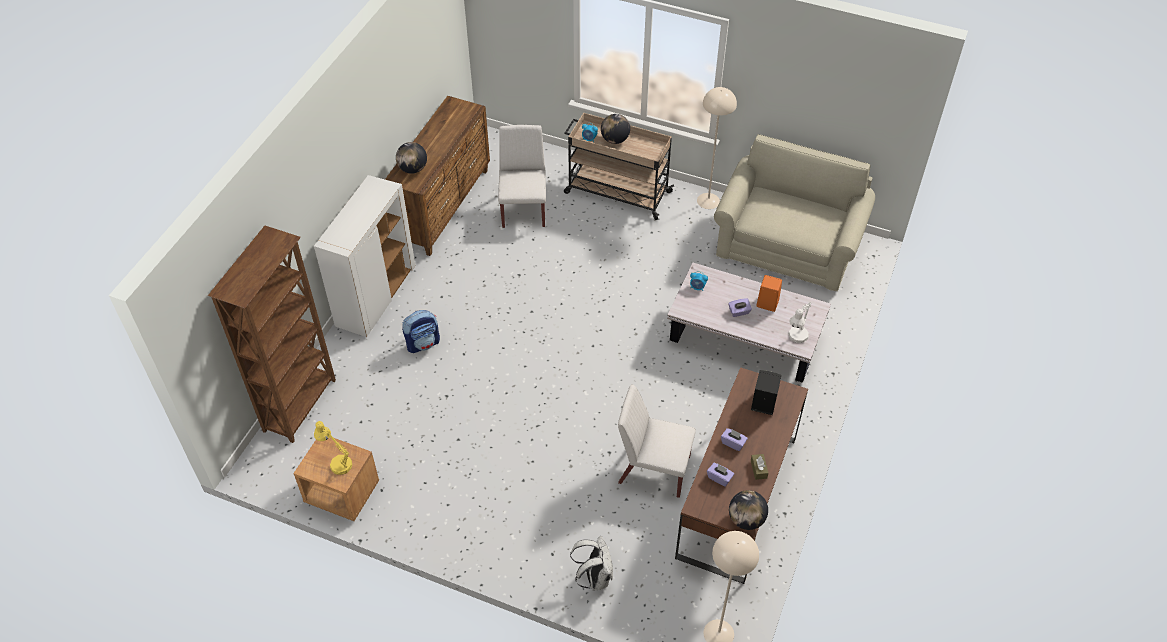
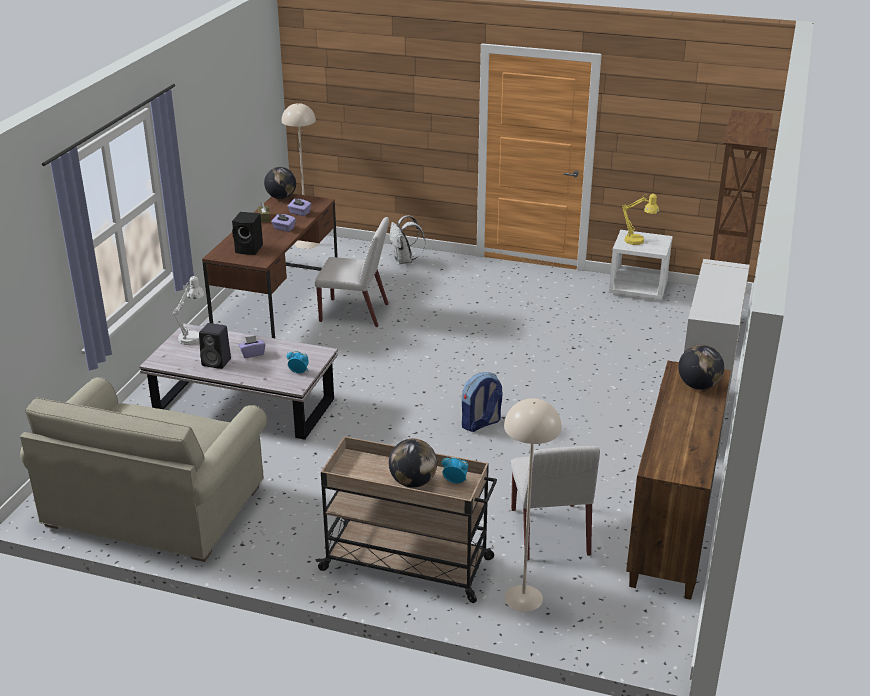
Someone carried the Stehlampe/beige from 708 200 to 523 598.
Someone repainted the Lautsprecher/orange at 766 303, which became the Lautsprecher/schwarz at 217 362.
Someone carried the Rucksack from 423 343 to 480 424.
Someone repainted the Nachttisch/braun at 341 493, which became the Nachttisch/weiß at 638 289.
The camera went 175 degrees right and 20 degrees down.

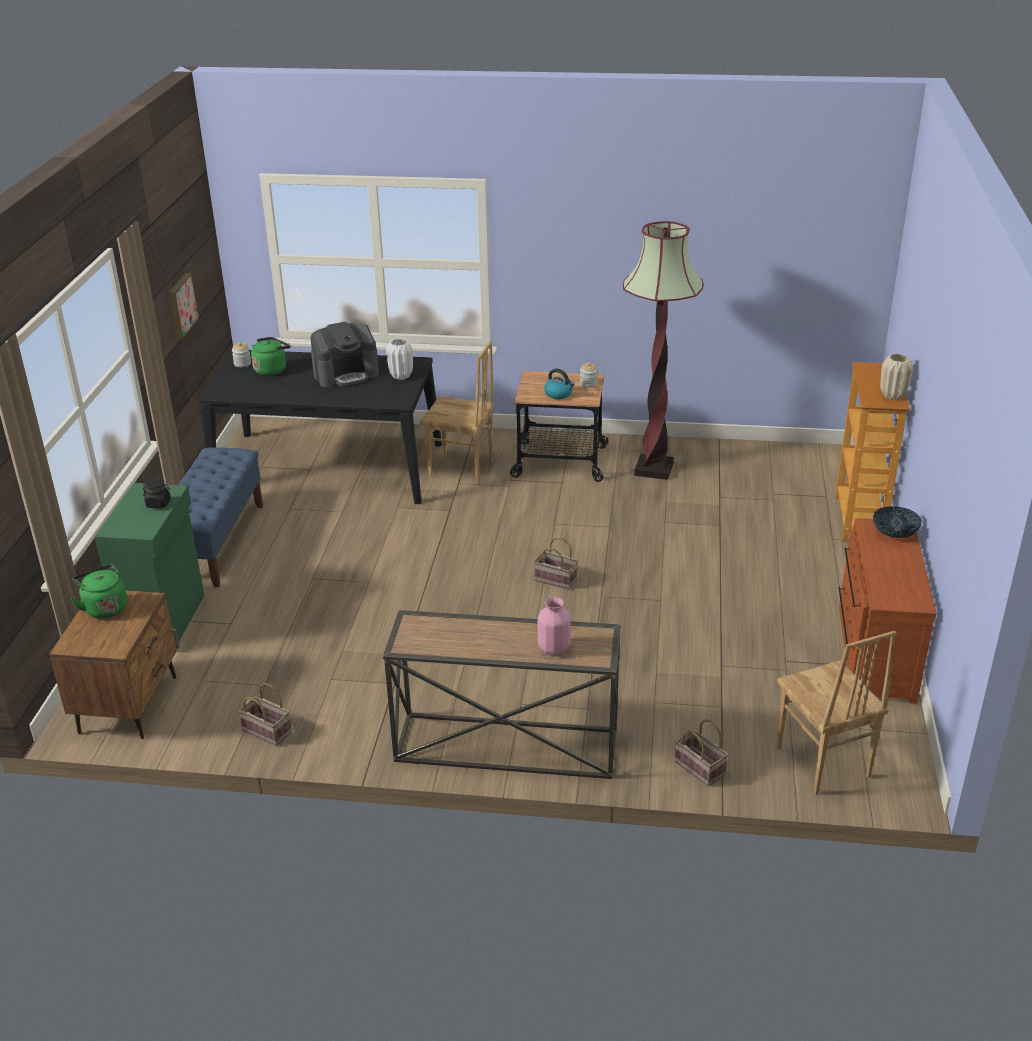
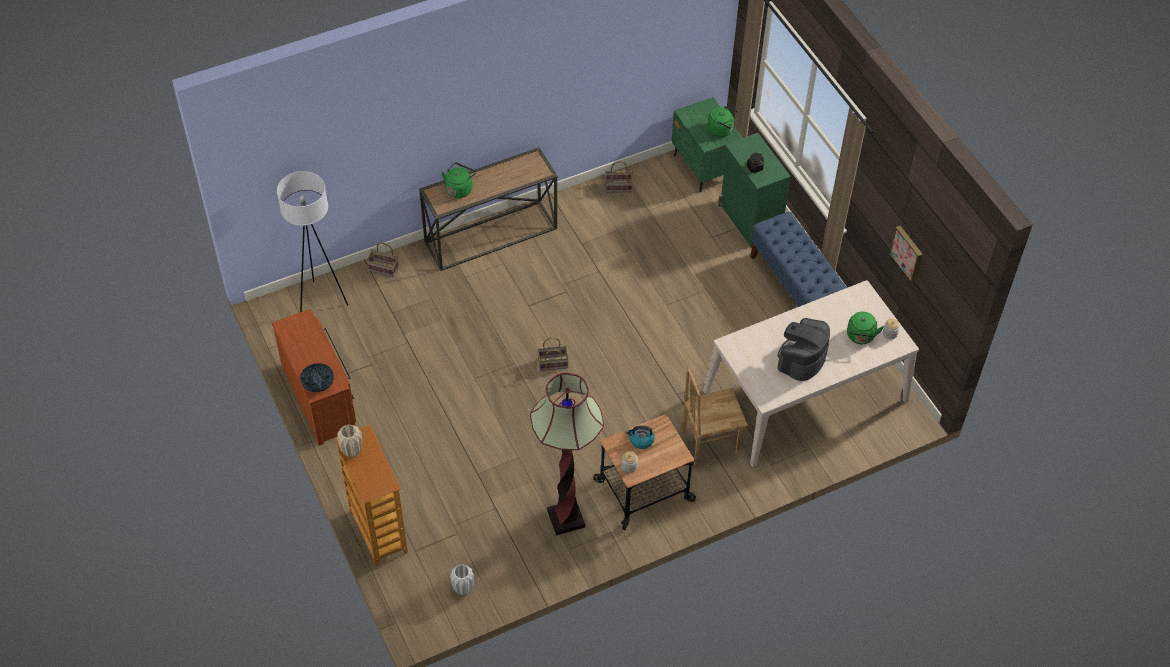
Someone carried the Vase/weiß from 401 376 to 463 588.
Someone repainted the Esstisch/schwarz at 328 467, which became the Esstisch/beige at 805 395.
Someone repainted the Nachttisch/braun at 129 704, which became the Nachttisch/grün at 704 168.
Someone swapped the Vase/rosa at 553 648 for the Wasserkessel/grün at 459 189.
Someone swapped the Stuhl/braun at 821 763 for the Stehlampe/weiß at 321 301.
The camera went 145 degrees right and 20 degrees up.

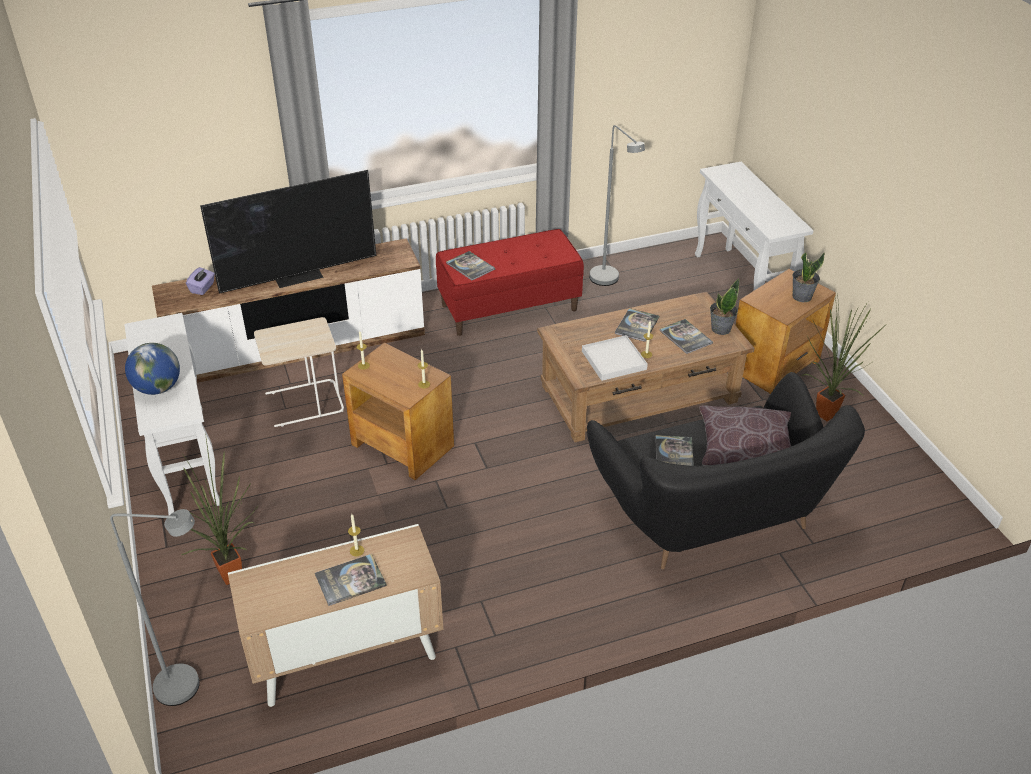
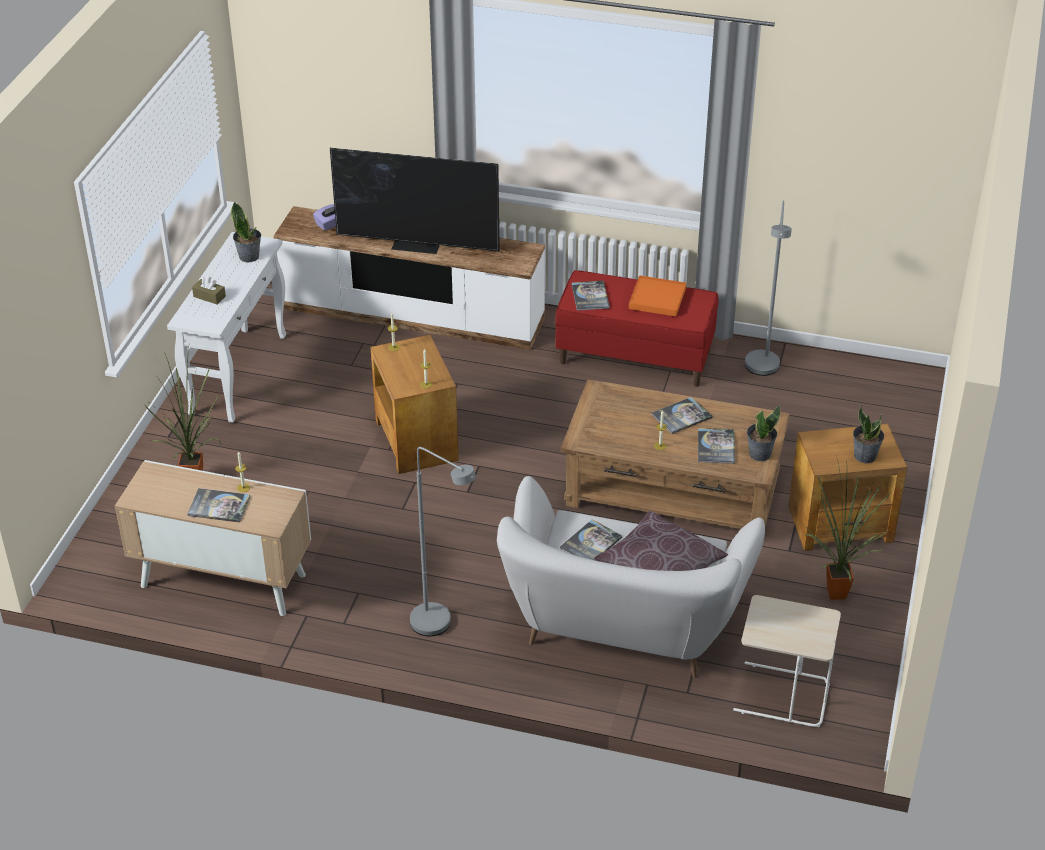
Someone took away the Konsolentisch/weiß at 741 284.
Someone carried the Beistelltisch/beige from 304 404 to 780 696.
Someone took away the Tablett/weiß at 614 360.
Someone swapped the Globus at 158 388 for the Taschentuchbox/braun at 209 296.
Someone repainted the Sofa/schwarz at 713 515, which became the Sofa/weiß at 622 625.
Someone carried the Stehlampe/grau from 190 685 to 440 626.
Someone put down the Topfpflanze at 249 256.
Someone put down the Tablett/orange at 657 298.
The camera went 35 degrees right and 0 degrees up.

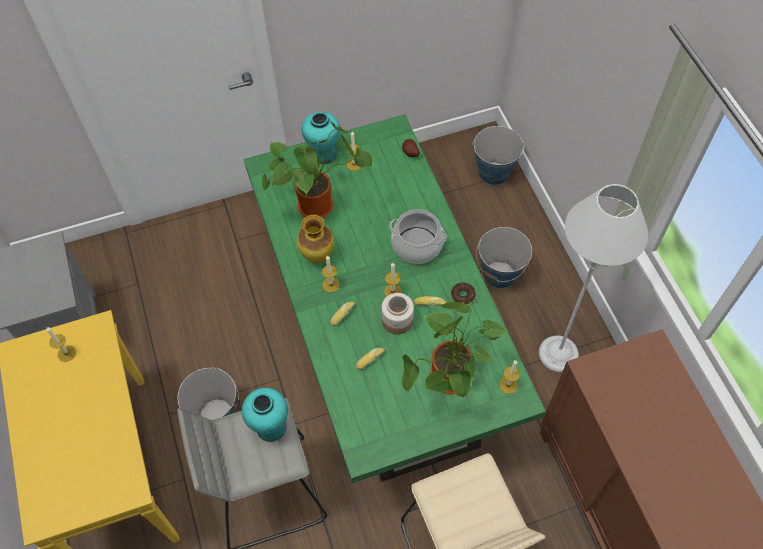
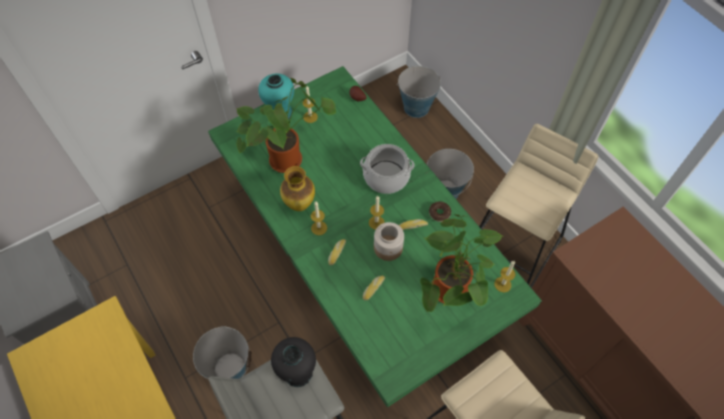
Someone swapped the Stehlampe/grau at 558 353 for the Hocker/beige at 512 247.
Someone took away the Kerze at 66 353.
Someone repainted the Vase/türkis at 271 427, which became the Vase/schwarz at 298 373.
The camera went 15 degrees left and 0 degrees up.

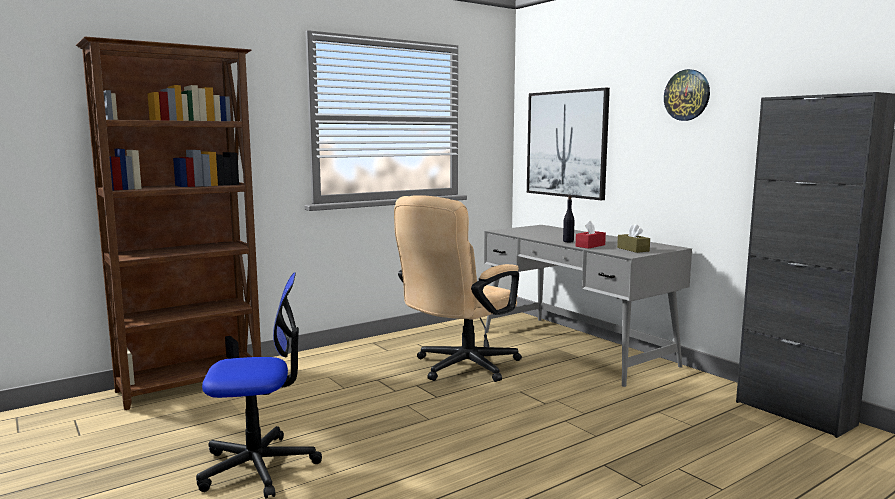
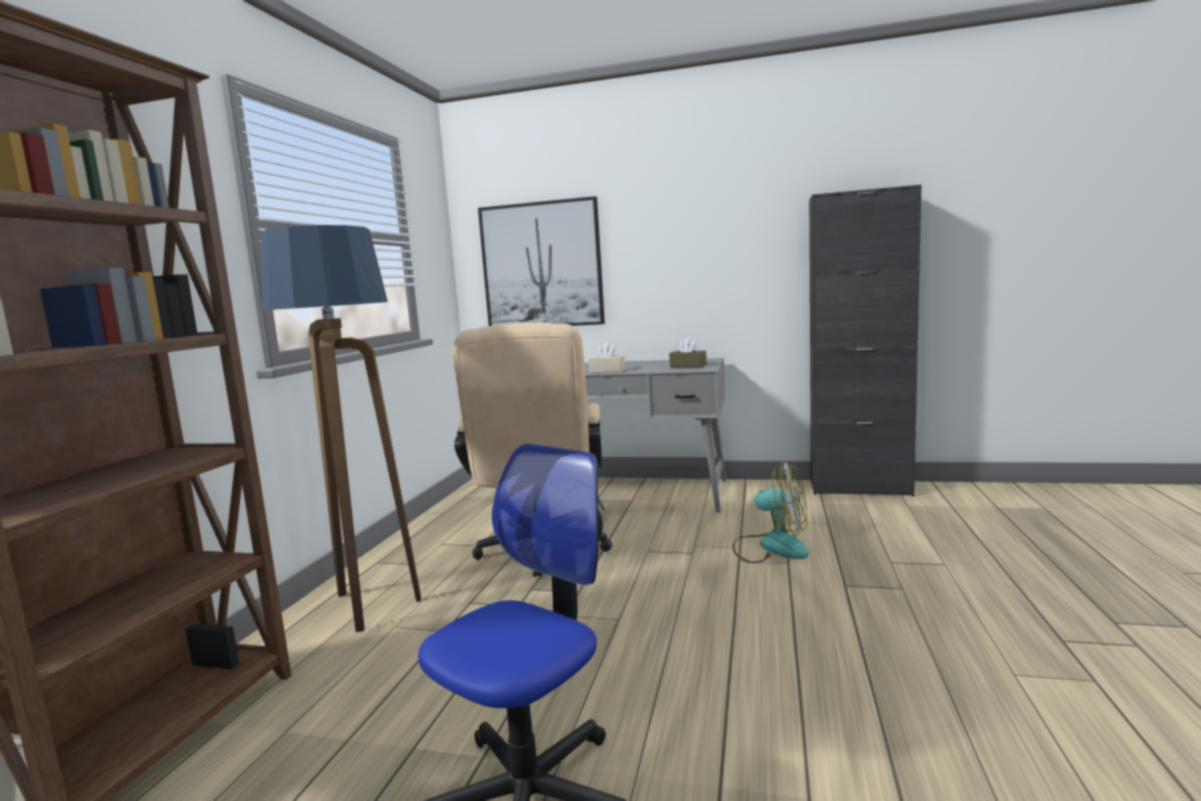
Someone took away the Wanduhr at 687 95.
Someone swapped the Flasche/schwarz at 568 241 for the Taschentuchbox/beige at 607 370.
Someone took away the Taschentuchbox/rot at 590 245.
Someone put down the Stehlampe at 367 605.
Someone put down the Ventilator at 771 547.
The camera went 40 degrees left and 0 degrees up.

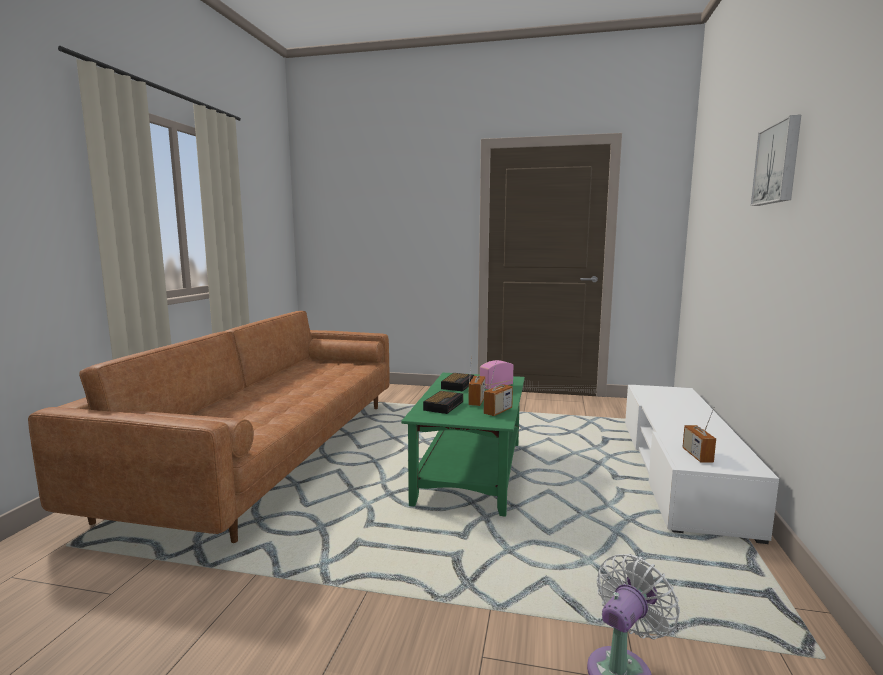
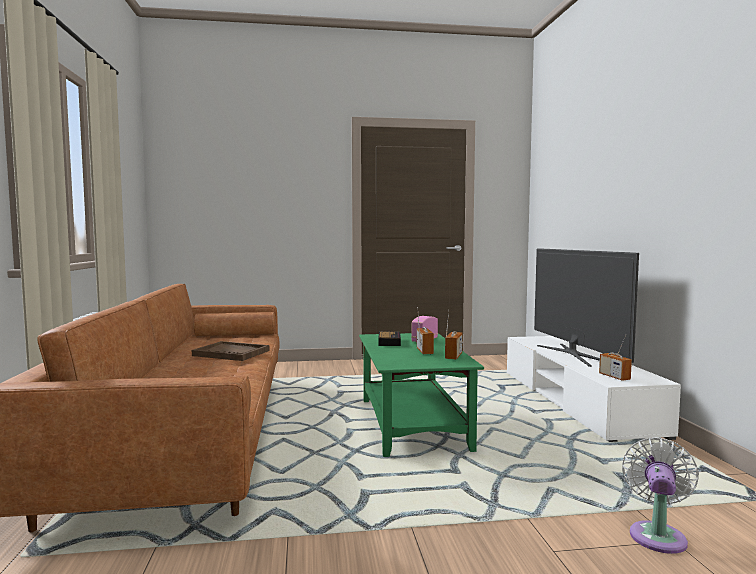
Someone took away the Bild at 778 164.
Someone took away the Wecker at 444 405.
Someone put down the Fernseher at 575 354.
Someone put down the Tablett/braun at 231 353.
The camera went 20 degrees left and 5 degrees down.

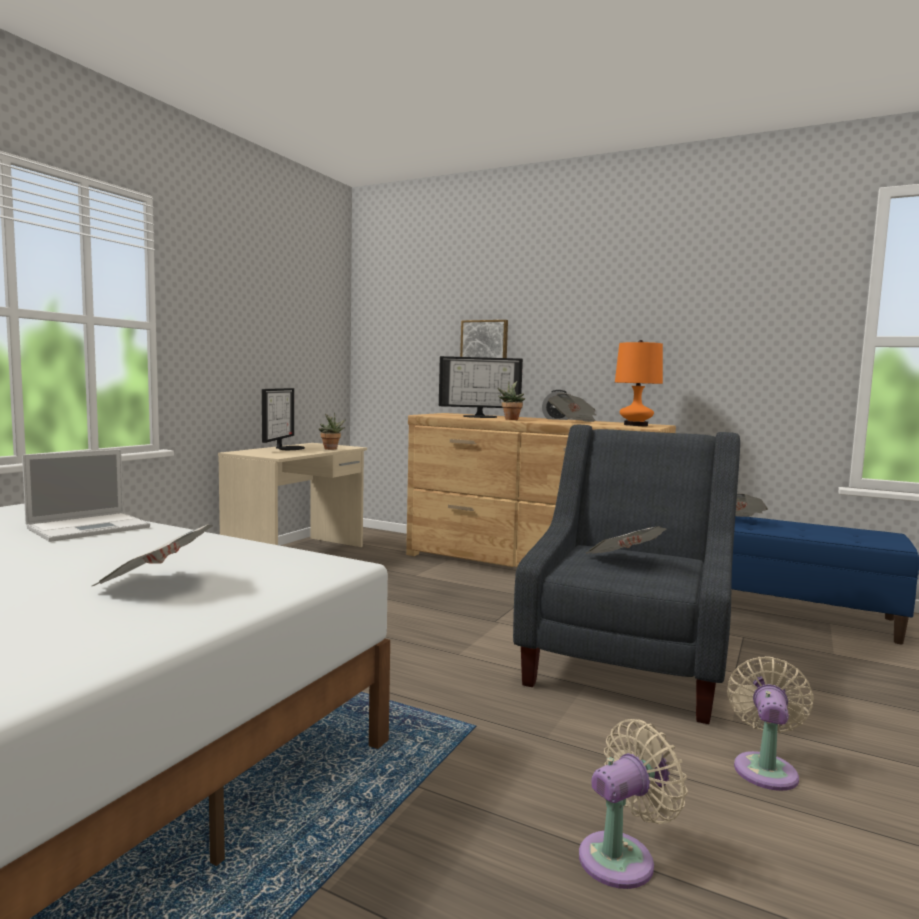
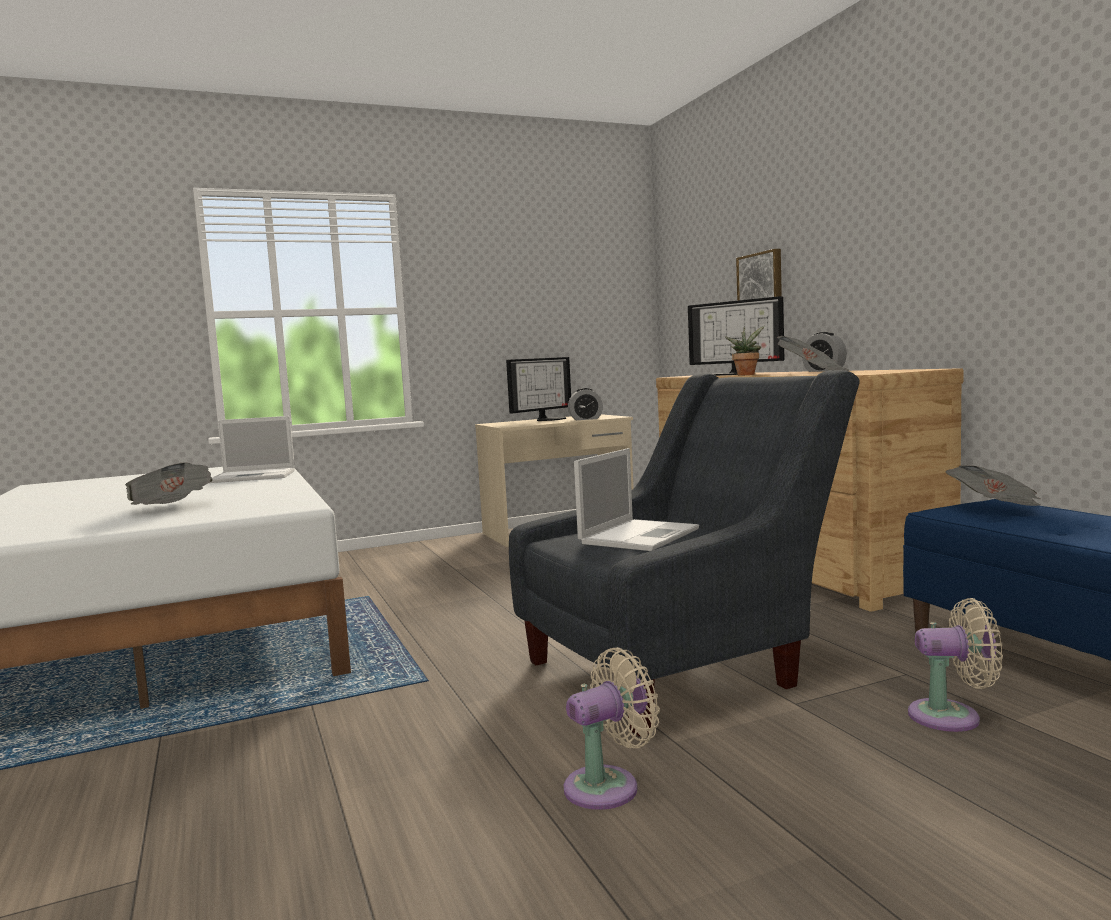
Someone took away the Tischlampe/orange at 635 425.
Someone swapped the Topfpflanze at 331 449 for the Wecker at 585 419.
Someone swapped the Zeitung at 623 561 for the Laptop at 640 535.
Someone carried the Ventilator/beige from 622 857 to 952 716.
The camera went 40 degrees right and 0 degrees up.

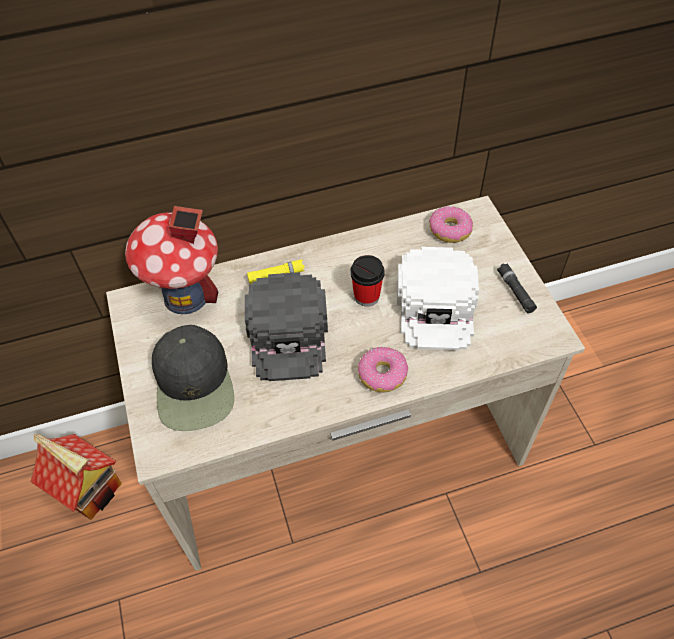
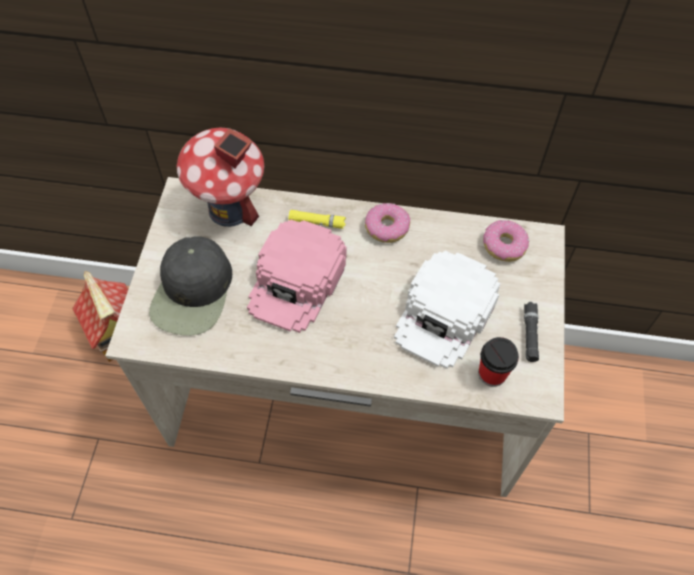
Someone carried the Tasse from 366 296 to 492 374.
Someone repainted the Kappe/schwarz at 288 333, which became the Kappe/rosa at 297 281.
Someone carried the Donut from 382 374 to 386 228.
The camera went 25 degrees right and 5 degrees up.

